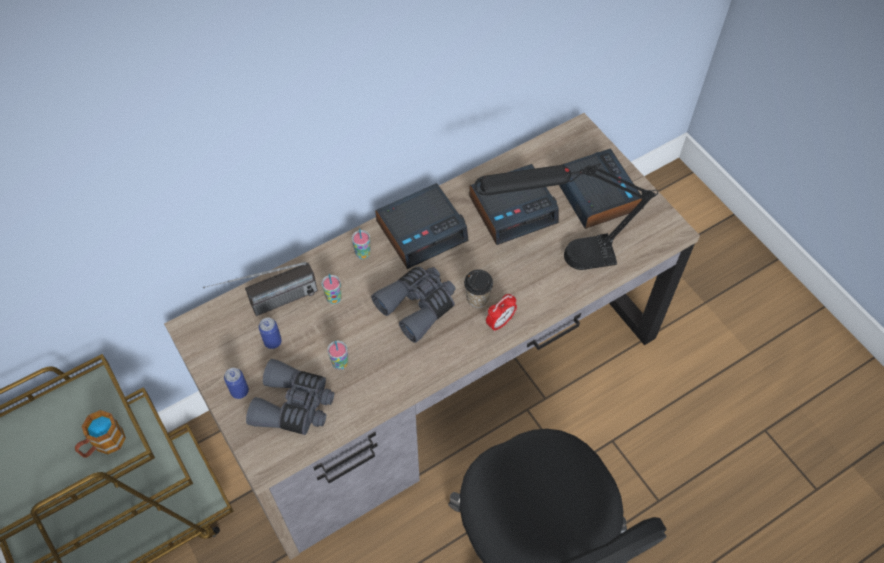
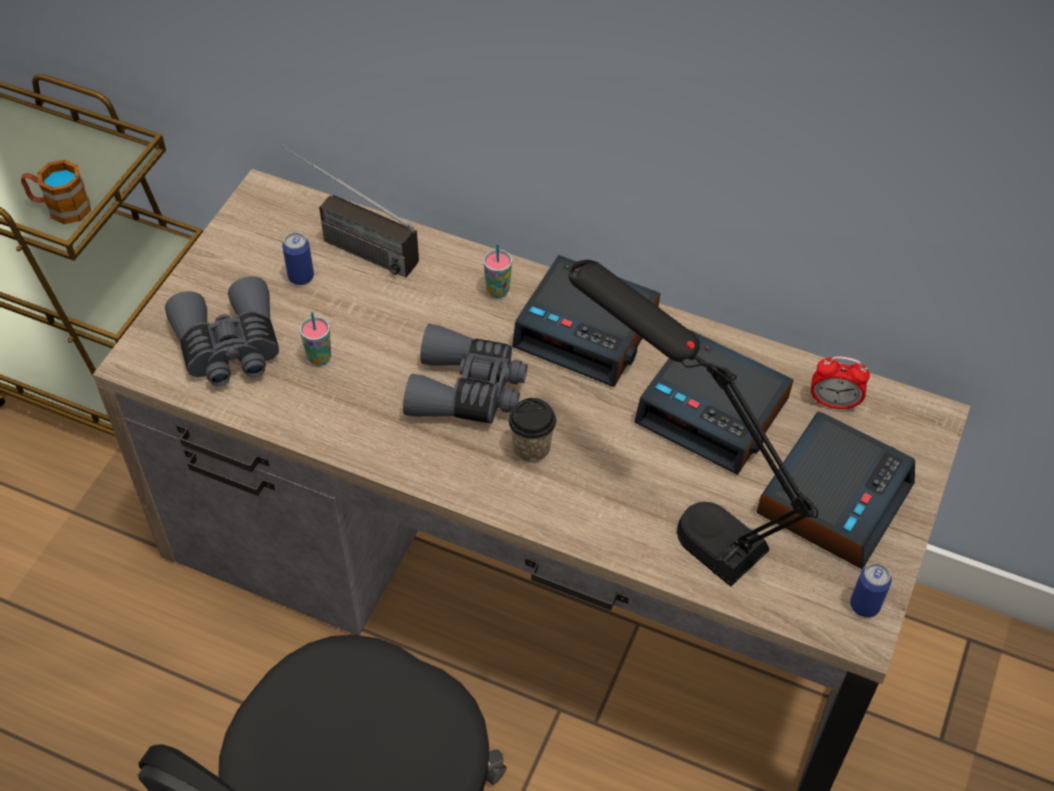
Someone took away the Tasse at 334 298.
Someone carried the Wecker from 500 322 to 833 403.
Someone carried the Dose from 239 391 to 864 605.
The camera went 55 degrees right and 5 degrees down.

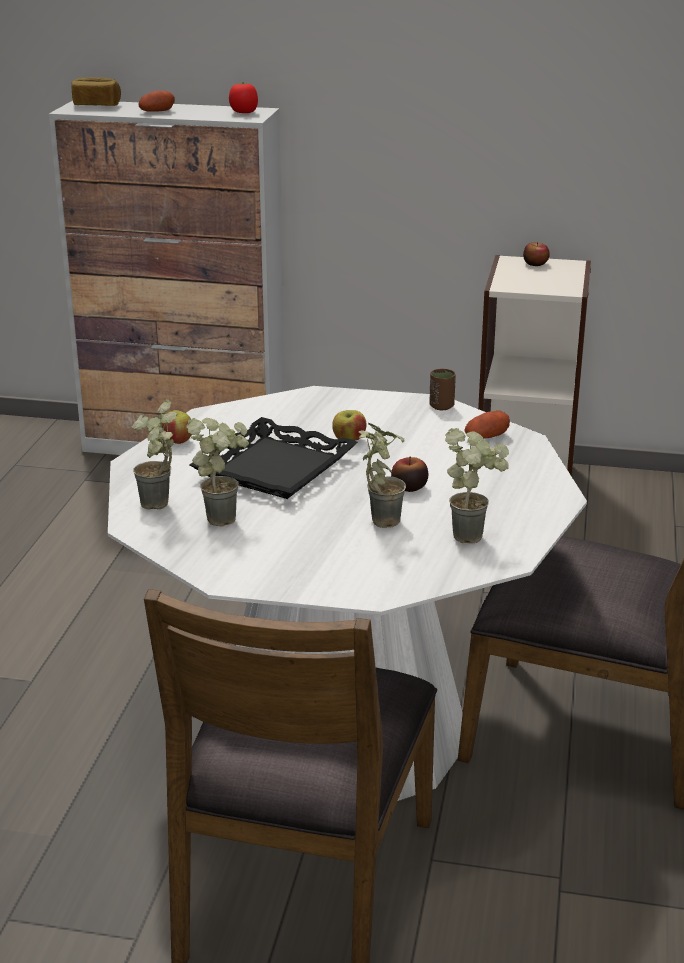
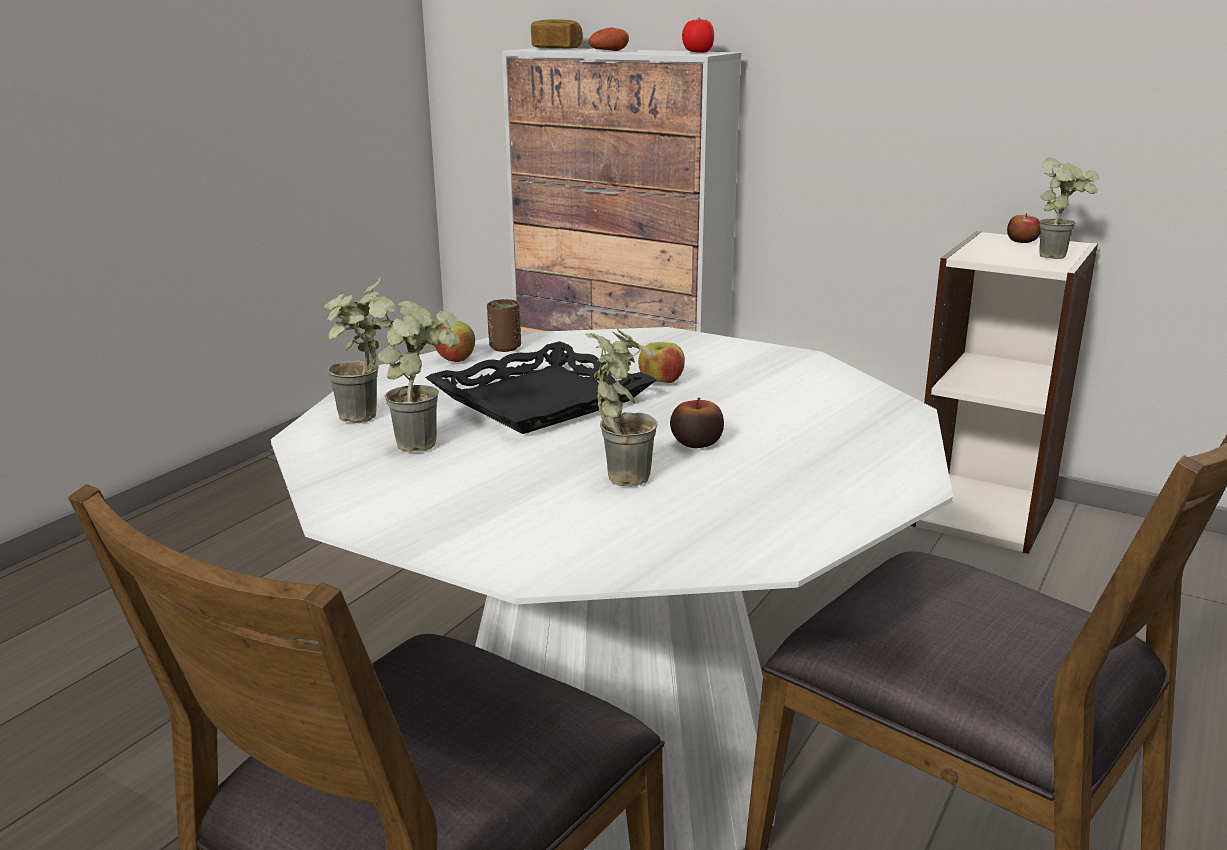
Someone carried the Tasse/braun from 441 406 to 505 348.
Someone took away the Kartoffel at 486 437.
Someone carried the Topfpflanze from 474 534 to 1058 256.
The camera went 20 degrees right and 5 degrees down.

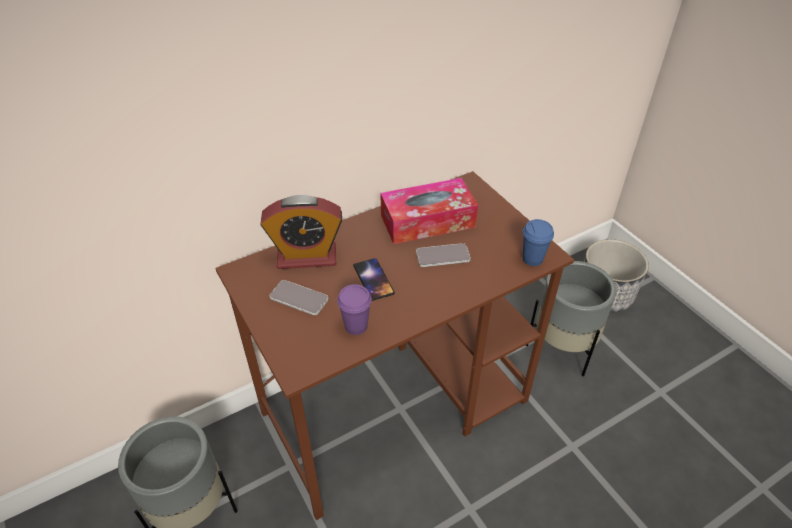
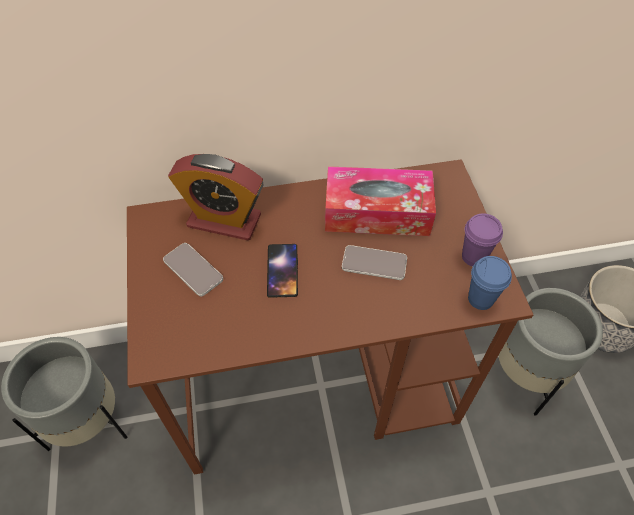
Someone carried the Tasse/lila from 356 326 to 473 257.
The camera went 20 degrees right and 10 degrees up.

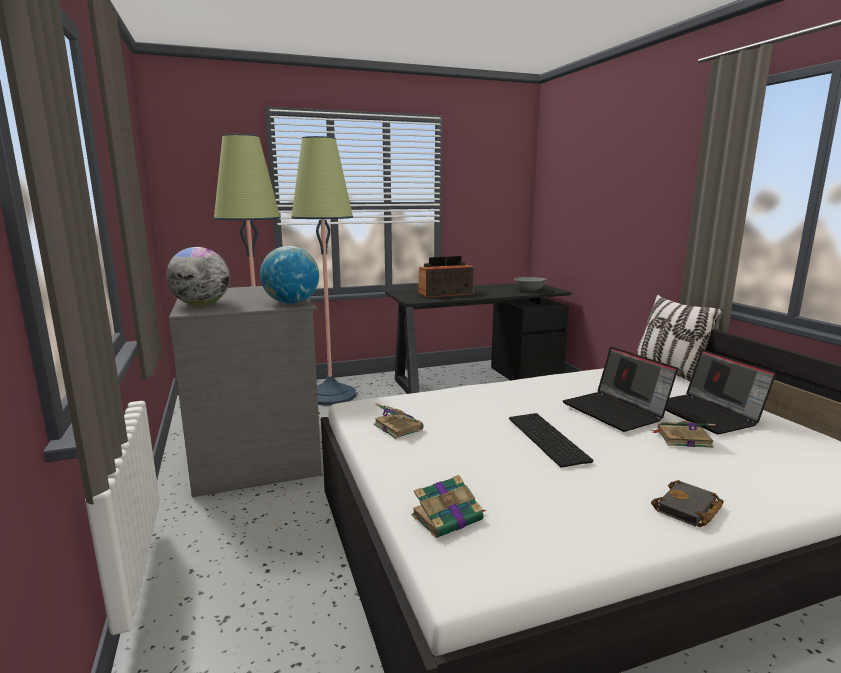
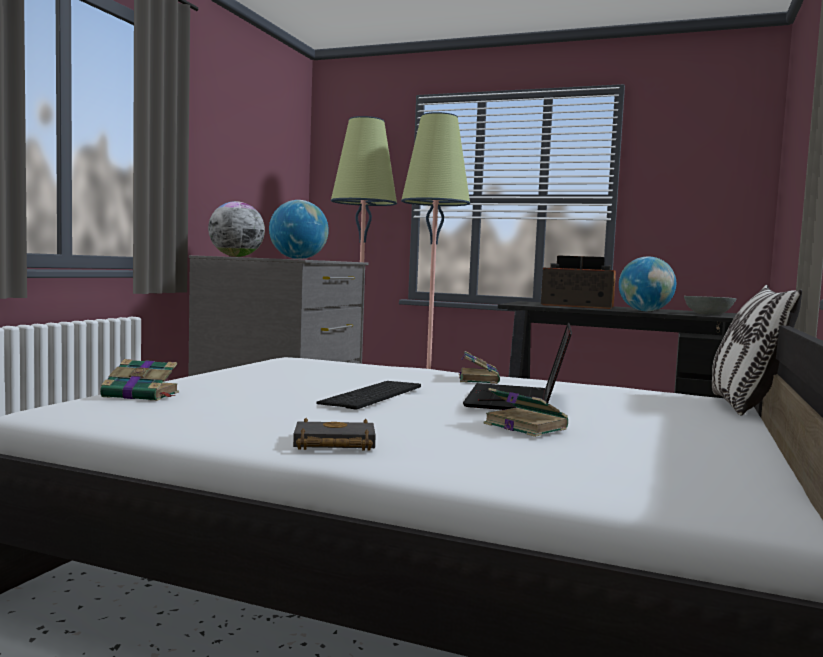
Someone took away the Laptop at 707 414.
Someone carried the Buch from 397 427 to 478 379.
Someone put down the Globus at 645 311.
The camera went 40 degrees right and 10 degrees down.

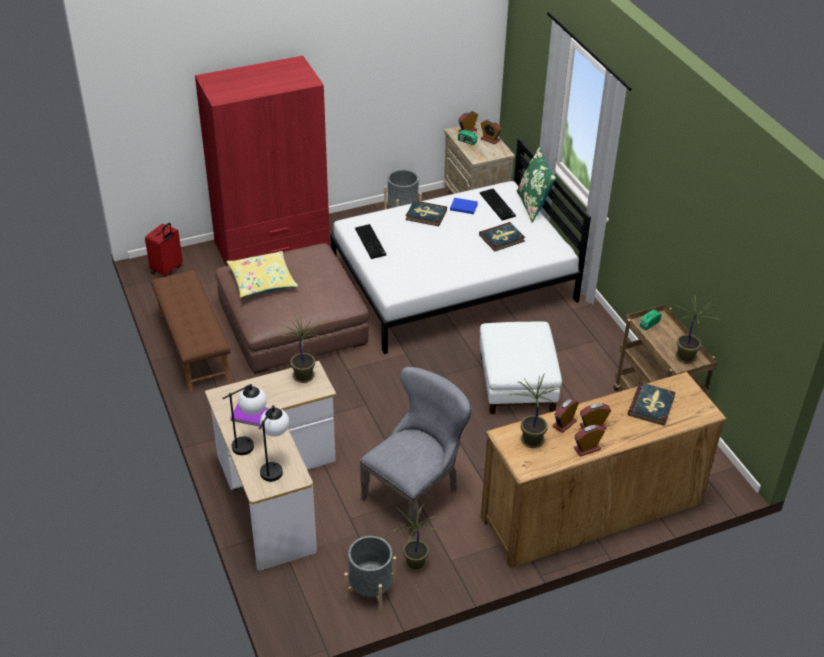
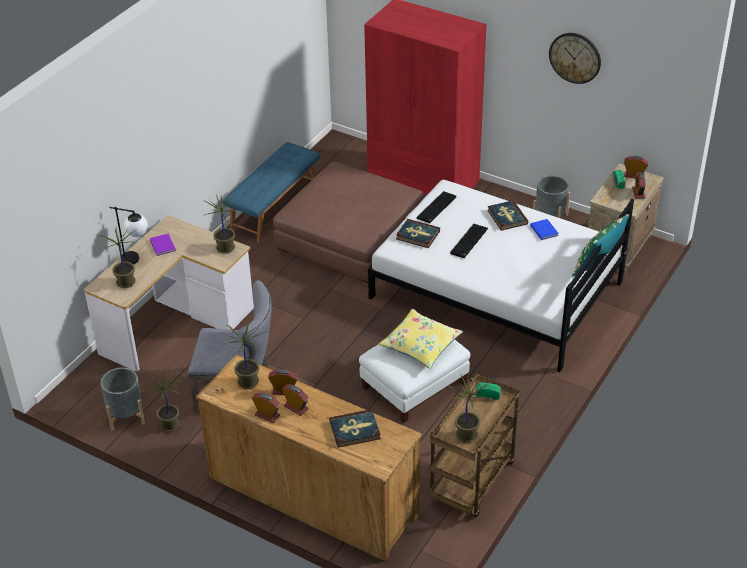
Someone carried the Tastatur from 498 205 to 469 242.
Someone carried the Buch from 502 238 to 417 235.
Someone took away the Koffer/rot at 167 270.
Someone carried the Kissen/gelb from 262 281 to 421 345.
Someone repainted the Bank/braun at 193 347, which became the Bank/blau at 274 207.
Someone swapped the Tischlampe at 275 466 for the Topfpflanze at 125 282.
Someone put up the Wanduhr at 575 57.
The camera went 55 degrees right and 0 degrees up.

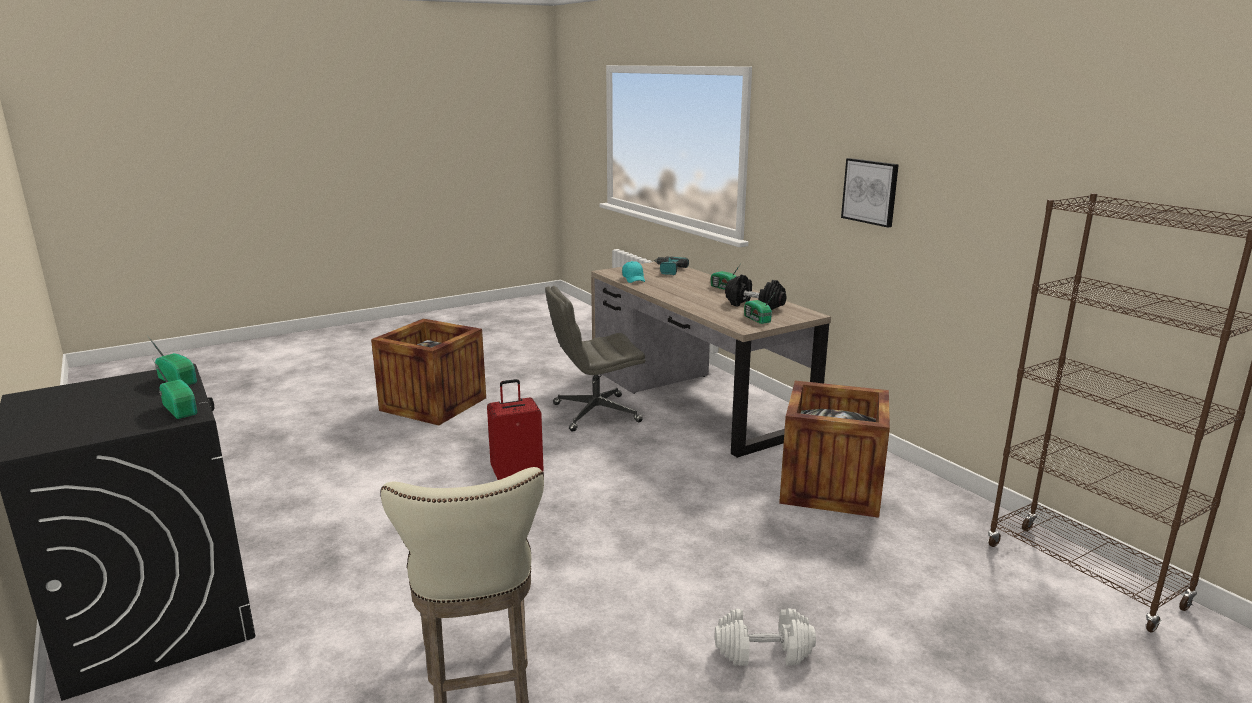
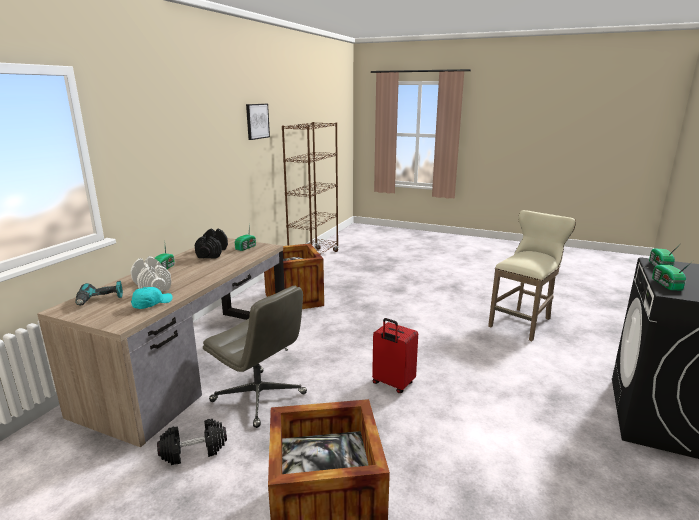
Someone carried the Bild from 870 191 to 257 121.
Someone carried the Hantel/weiß from 763 651 to 152 286.
Someone put down the Hantel/schwarz at 194 451.
The camera went 125 degrees left and 0 degrees up.

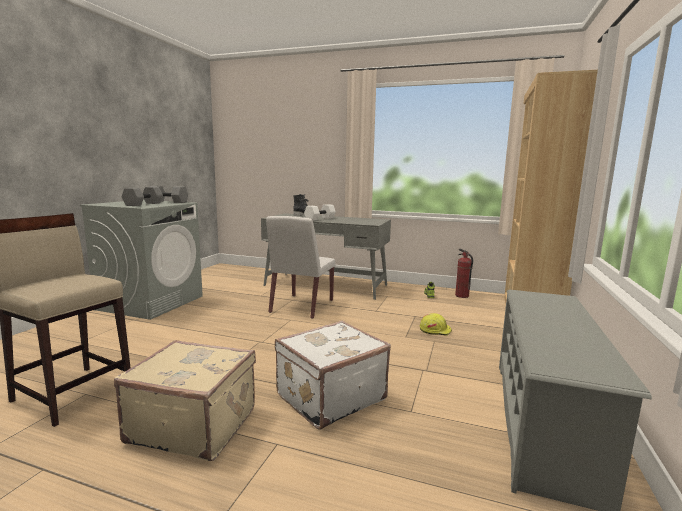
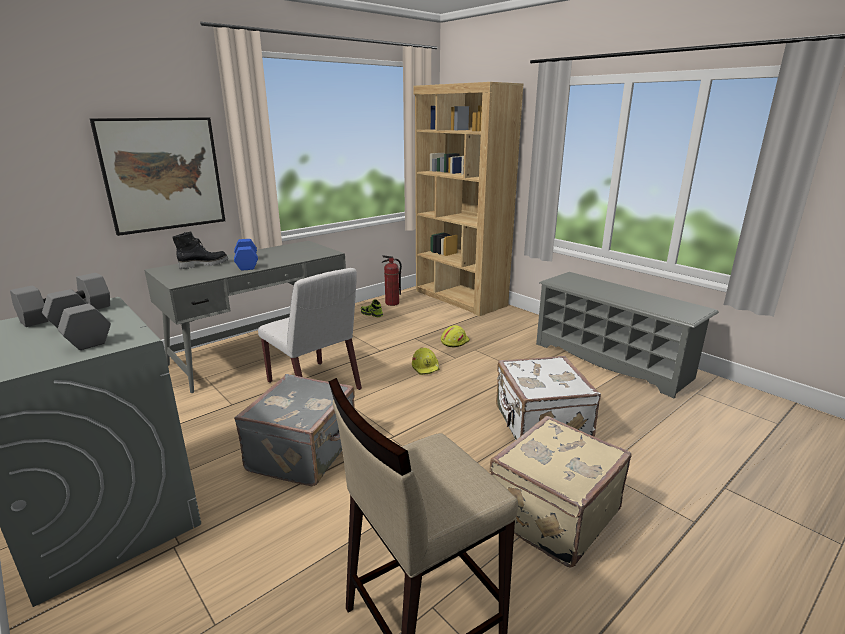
Someone repainted the Hantel/weiß at 320 219, which became the Hantel/blau at 247 264.
Someone put up the Bild at 163 174.
Someone put down the Schutzhelm/gelb at 426 367.
Someone put down the Koffer/grau at 305 453.
The camera went 60 degrees left and 10 degrees up.

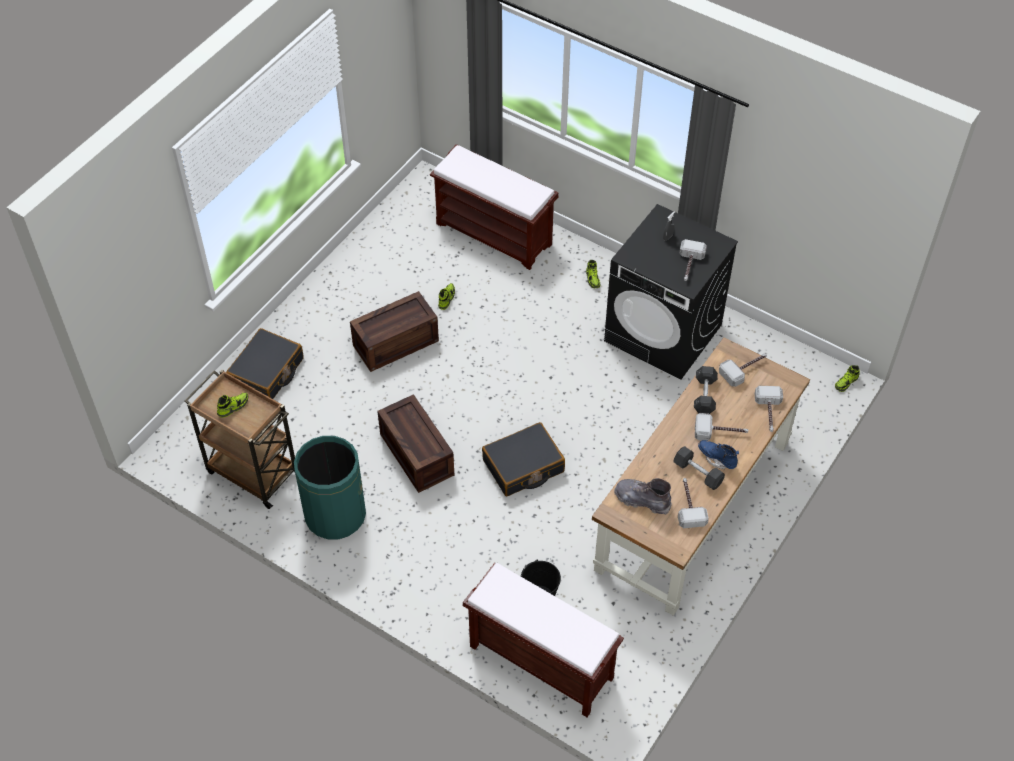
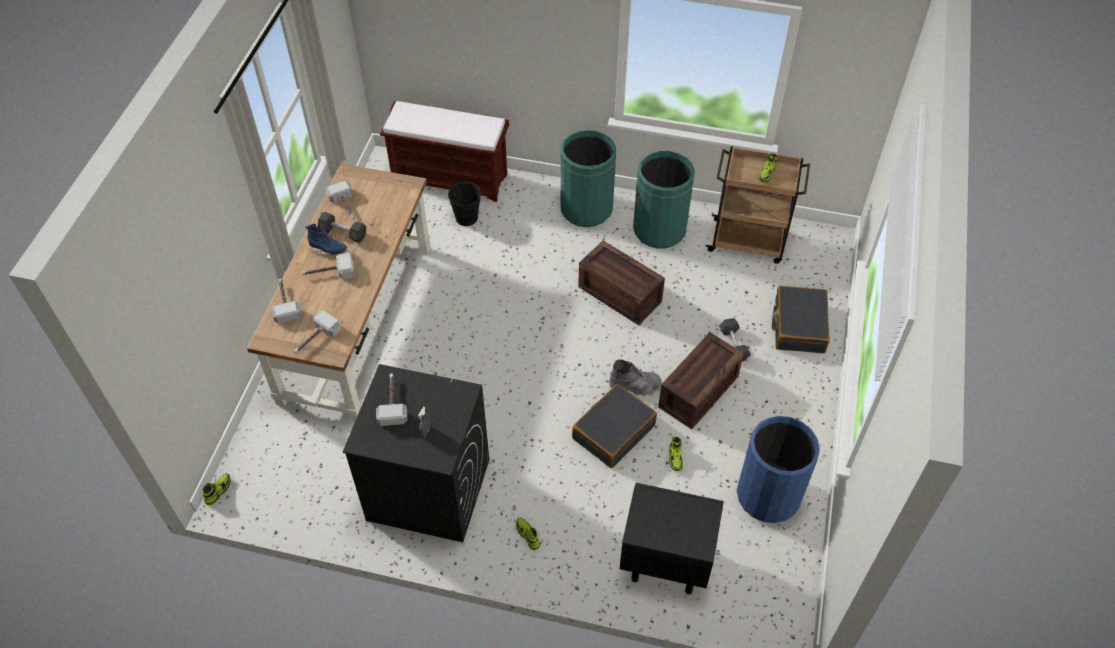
Someone swapped the Bank/braun at 495 234 for the Nachttisch/schwarz at 664 561.
Someone carried the Hantel/grau from 704 395 to 733 345.
Someone carried the Koffer/schwarz from 523 466 to 613 431.
Someone carried the Stiefel/grau from 642 500 to 635 385.
Someone put down the Mülleimer/grün at 586 209.
Someone put down the Mülleimer/blau at 768 496.
The camera went 160 degrees right and 0 degrees up.

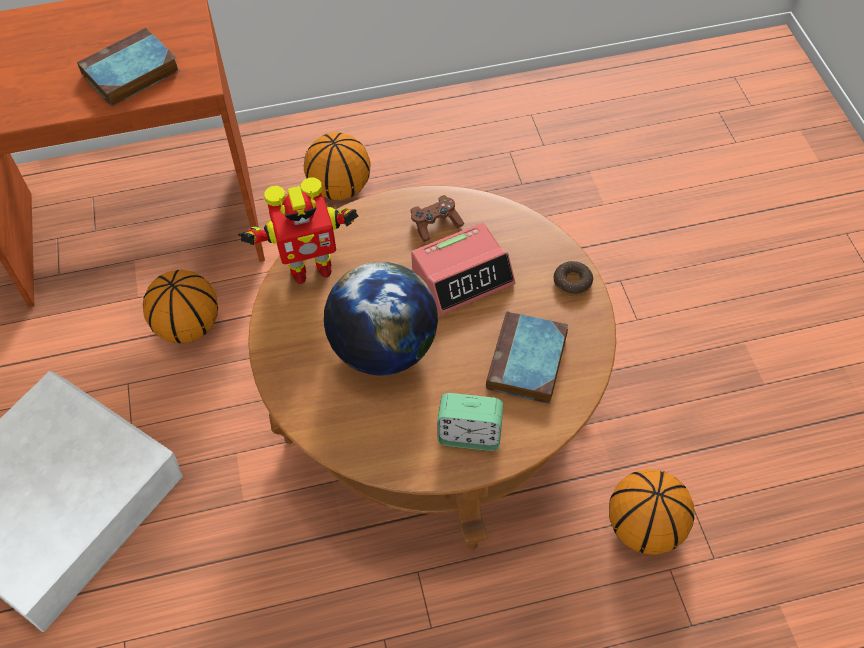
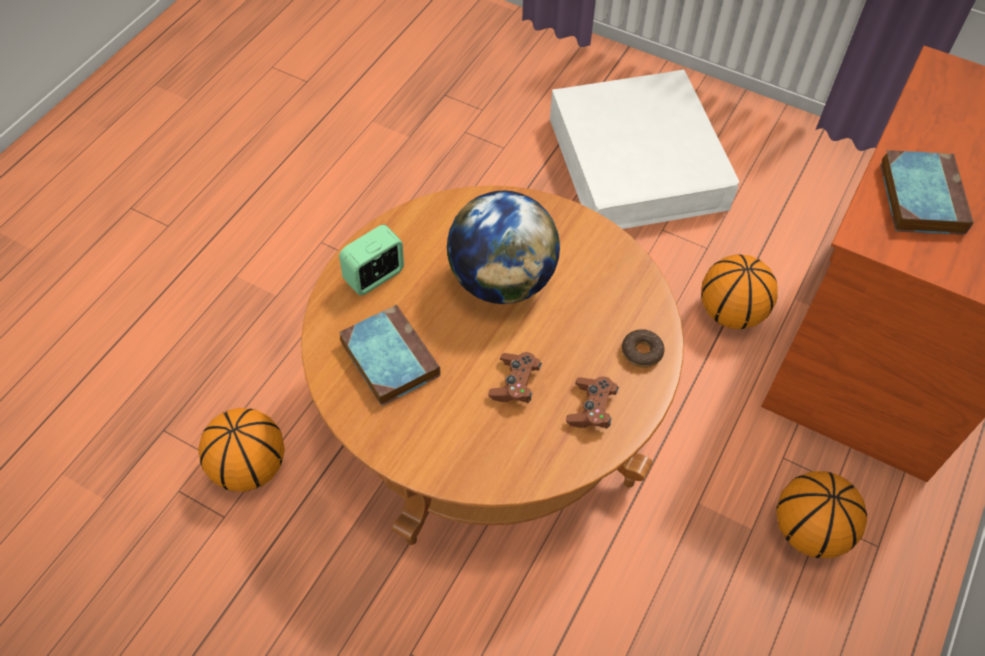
Someone took away the Spielzeugroboter at 309 268.
Someone swapped the Wecker at 463 276 for the Gamepad/braun at 515 383.
Someone carried the Donut from 572 282 to 642 352.
The camera went 130 degrees right and 0 degrees up.

